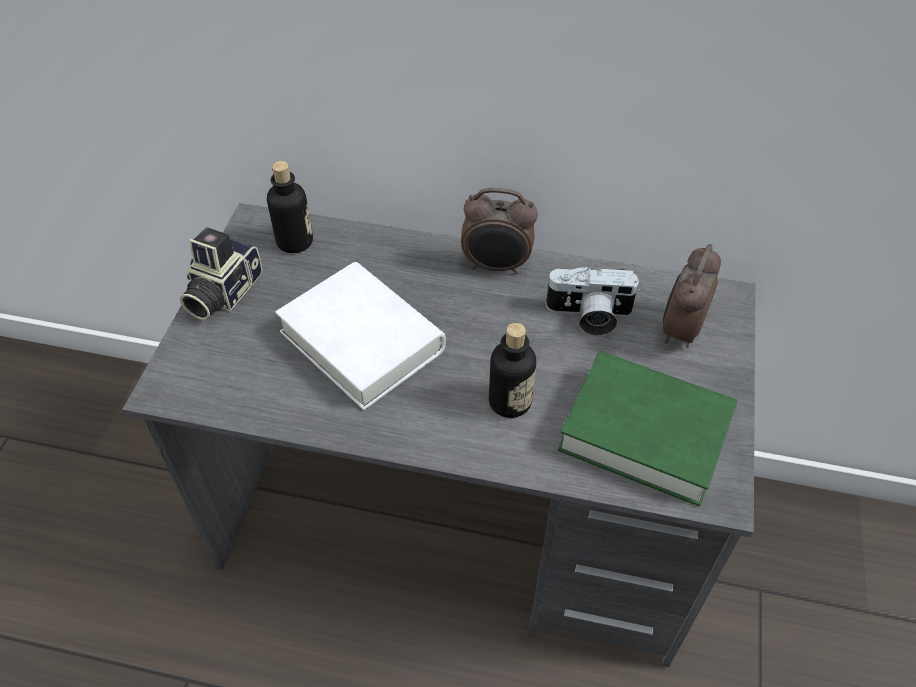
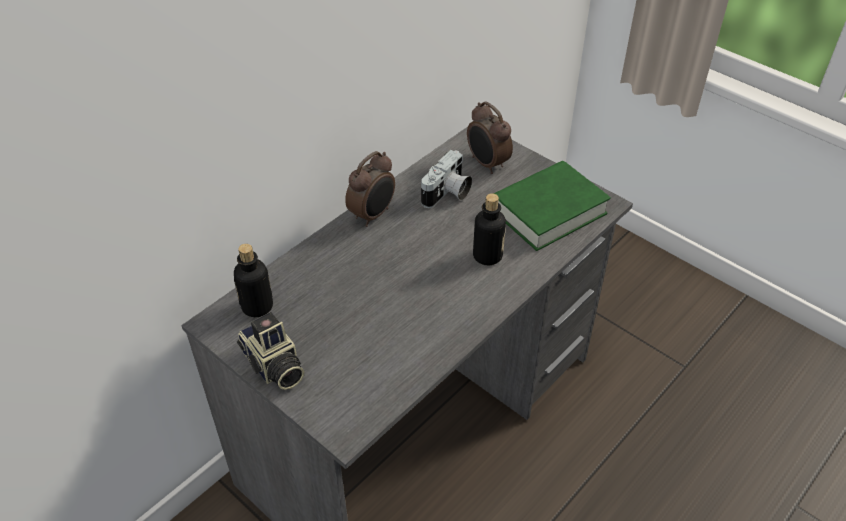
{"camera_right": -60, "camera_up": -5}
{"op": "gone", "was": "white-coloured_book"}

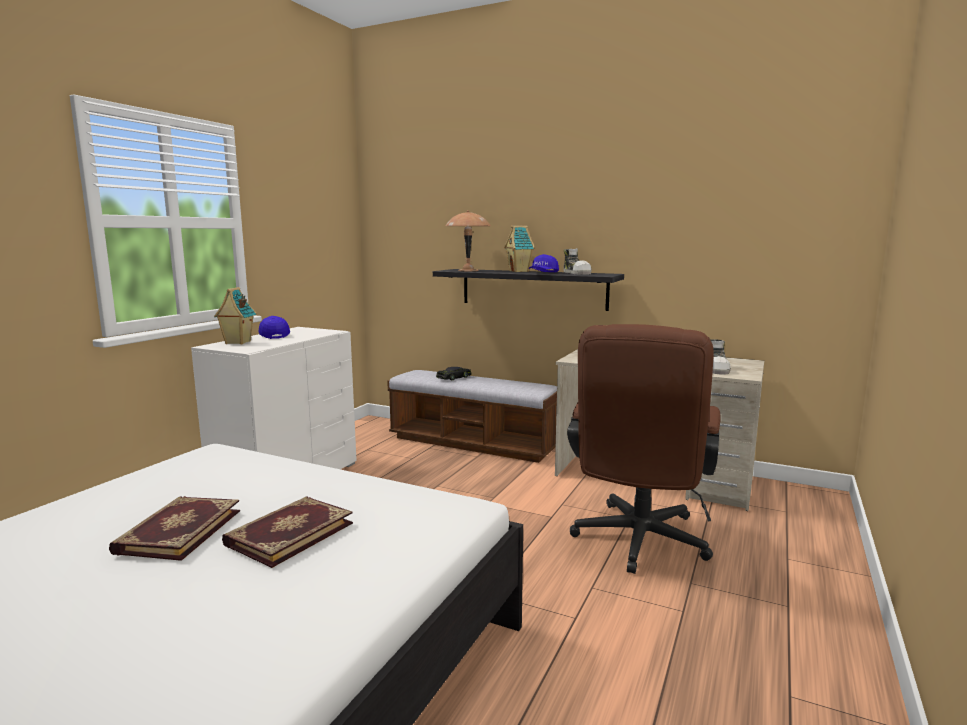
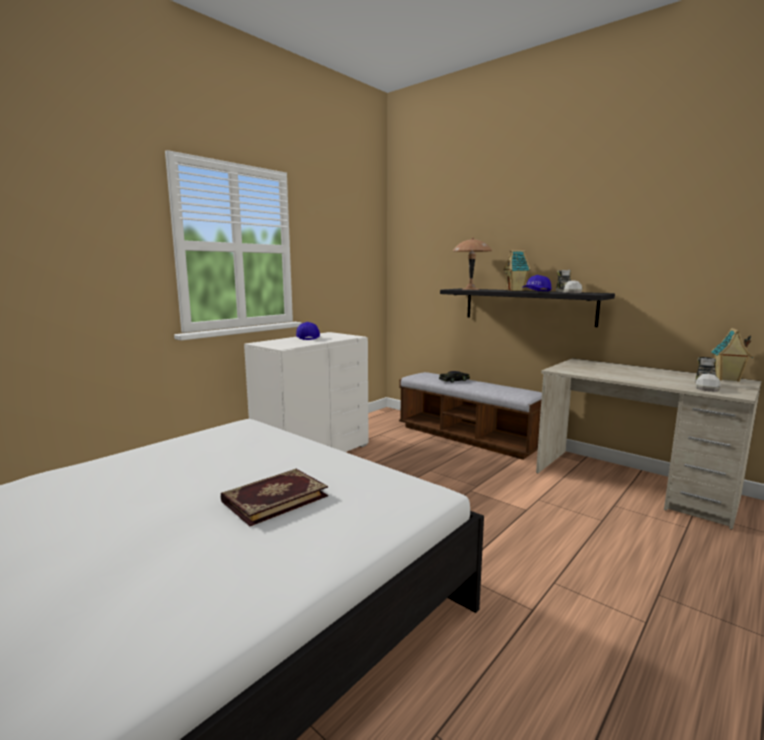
{"camera_right": 15, "camera_up": 0}
{"op": "gone", "was": "book (no. 1 from left)"}
{"op": "shifted", "was": "miniature_house (no. 1 from left in the first image)", "now": "miniature_house (no. 2 from left)"}
{"op": "gone", "was": "brownish_office_chair"}

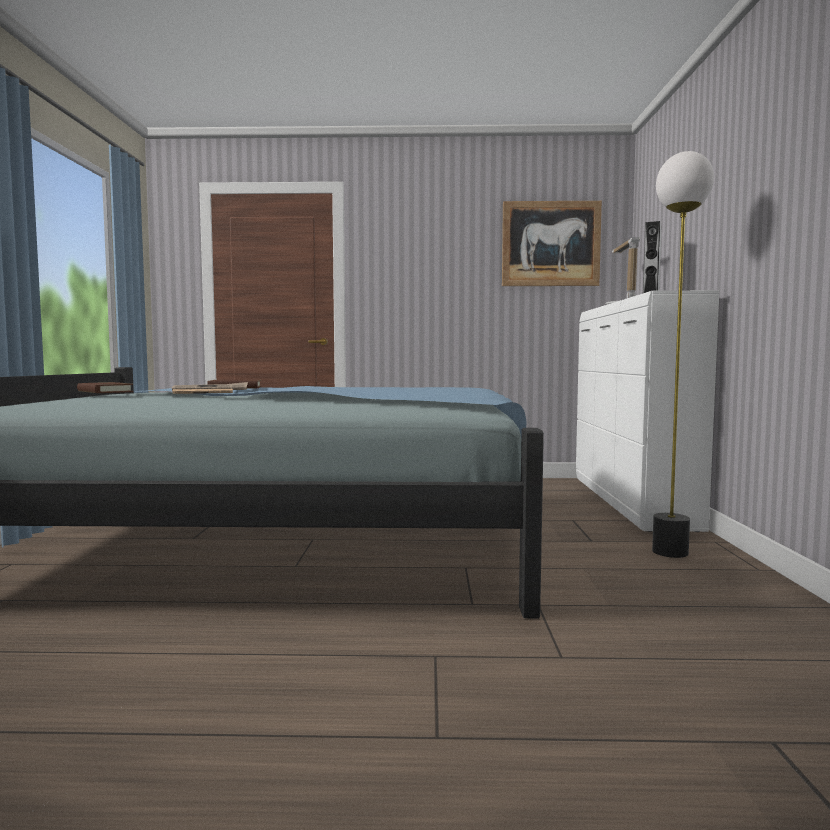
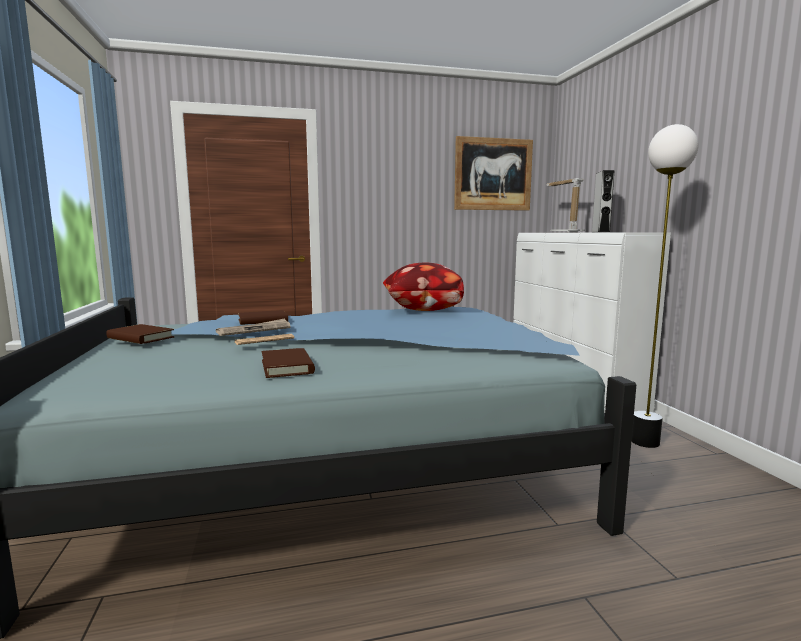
{"camera_right": -15, "camera_up": 5}
{"op": "new", "now": "brownish_book (no. 3 from left)"}
{"op": "new", "now": "cushion"}

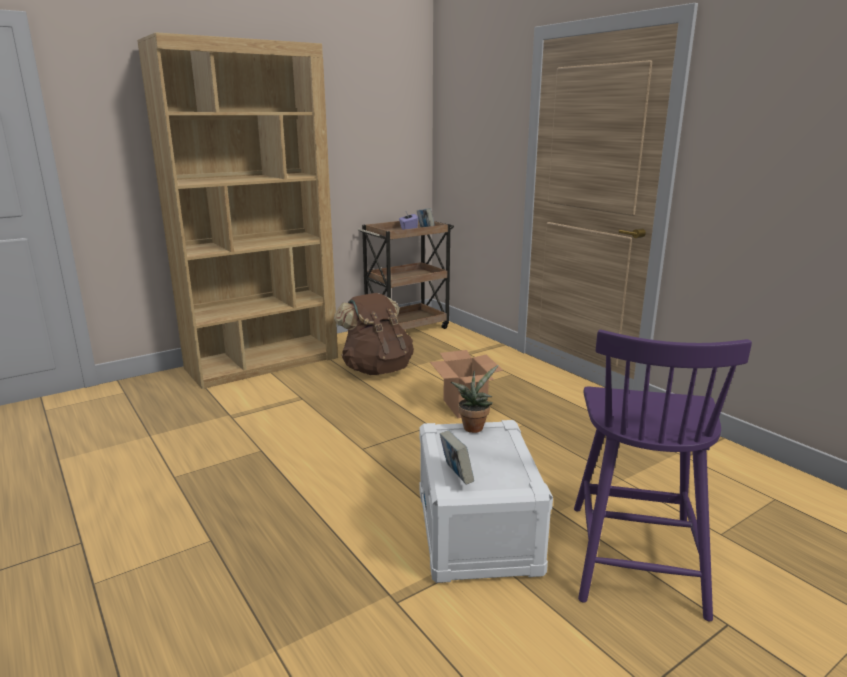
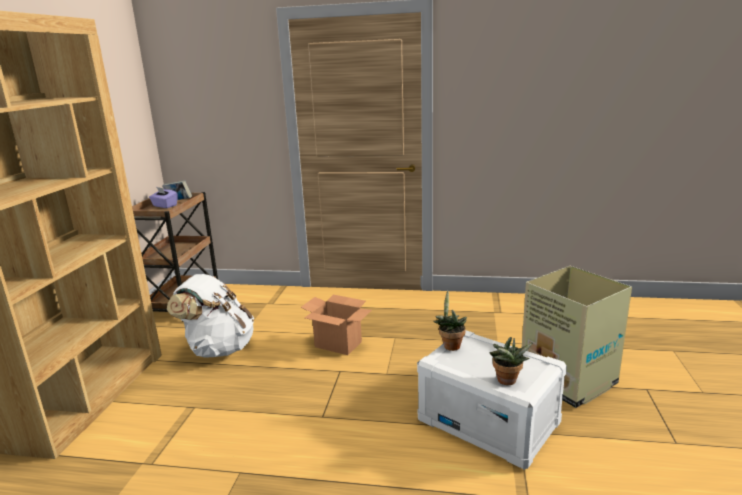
{"camera_right": -45, "camera_up": 0}
{"op": "repainted", "was": "brownish_backpack", "now": "white-coloured_backpack"}
{"op": "swapped", "was": "book (no. 2 from left)", "now": "plant_in_a_pot (no. 2 from left)"}
{"op": "swapped", "was": "purple_upright_chair", "now": "packing_box (no. 2 from left)"}

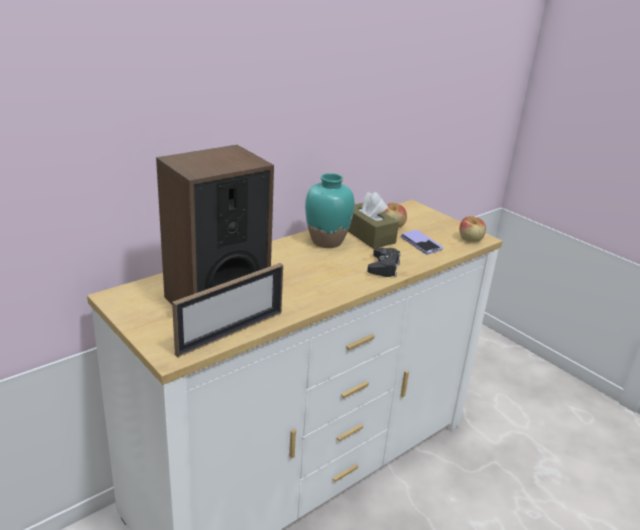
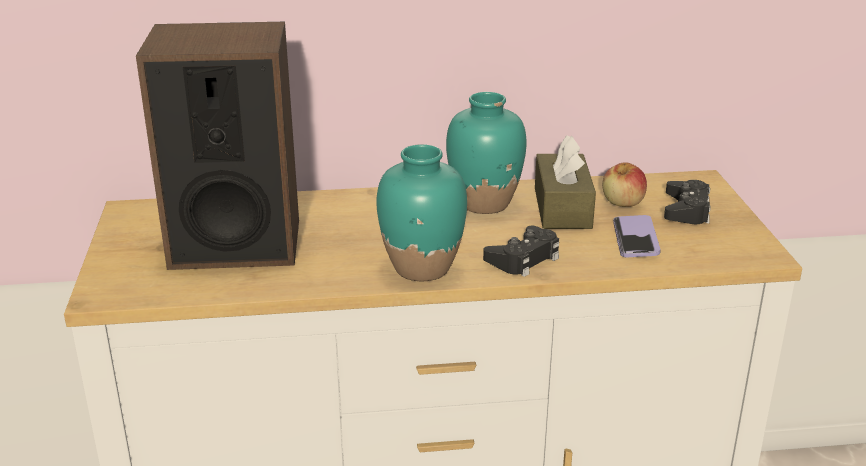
{"camera_right": 35, "camera_up": 0}
{"op": "gone", "was": "standing_frame"}
{"op": "gone", "was": "apple (no. 2 from left)"}
{"op": "new", "now": "turquoise_vase (no. 1 from left)"}
{"op": "new", "now": "black-coloured_game_controller (no. 2 from left)"}

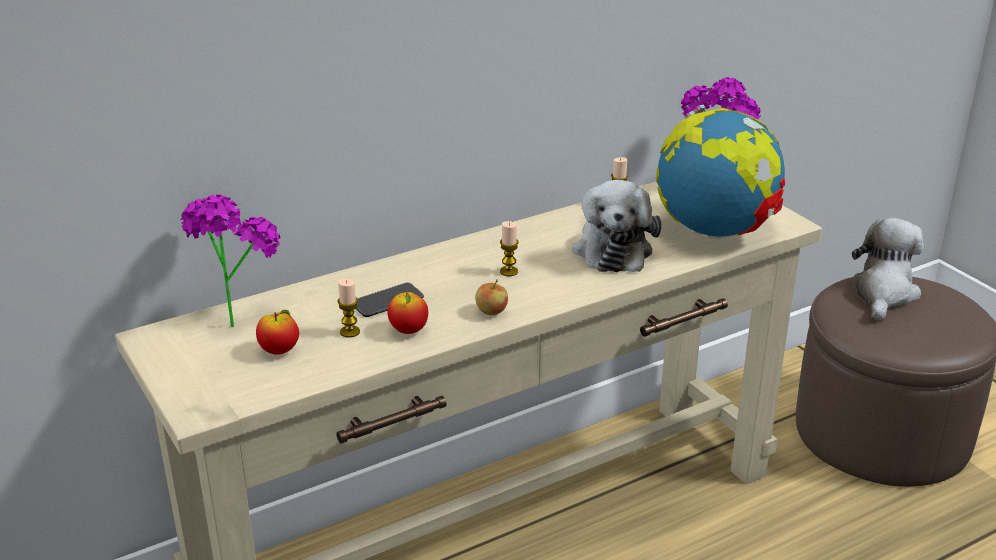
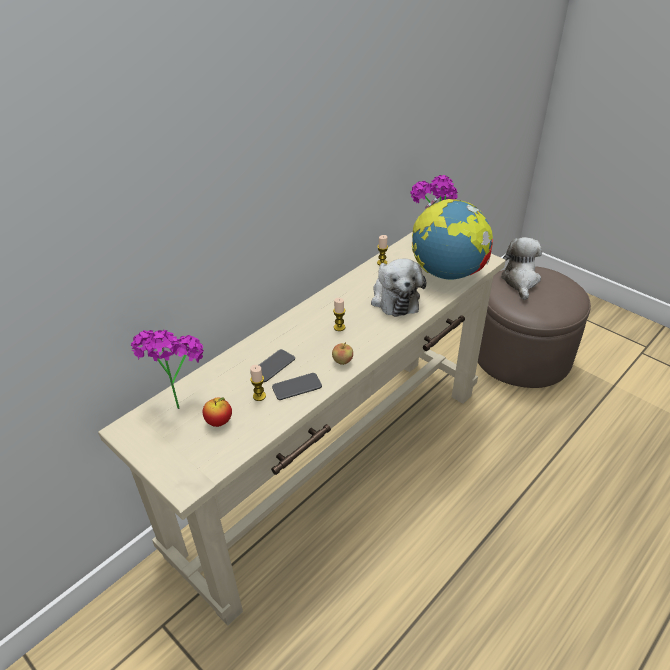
{"camera_right": -15, "camera_up": 10}
{"op": "swapped", "was": "apple (no. 2 from left)", "now": "phone (no. 2 from left)"}

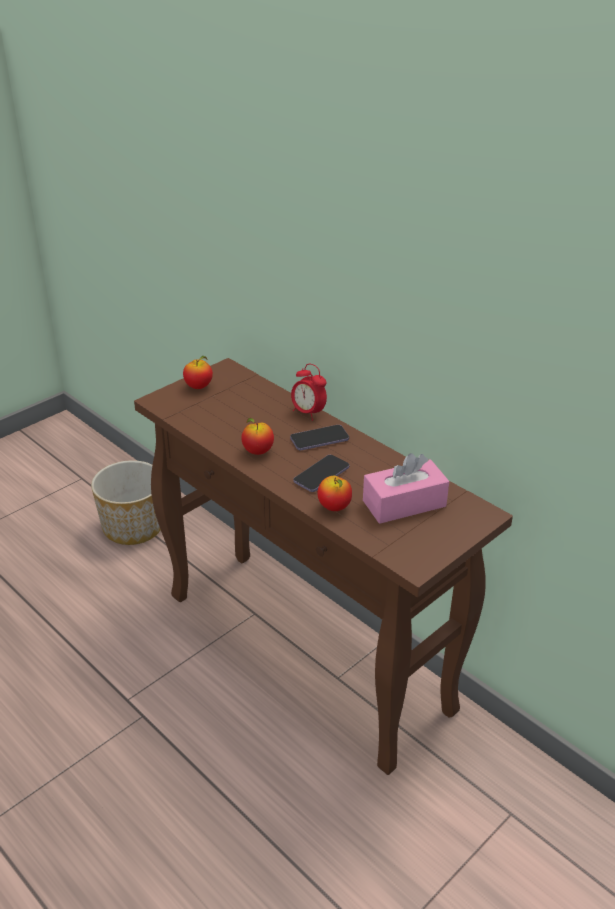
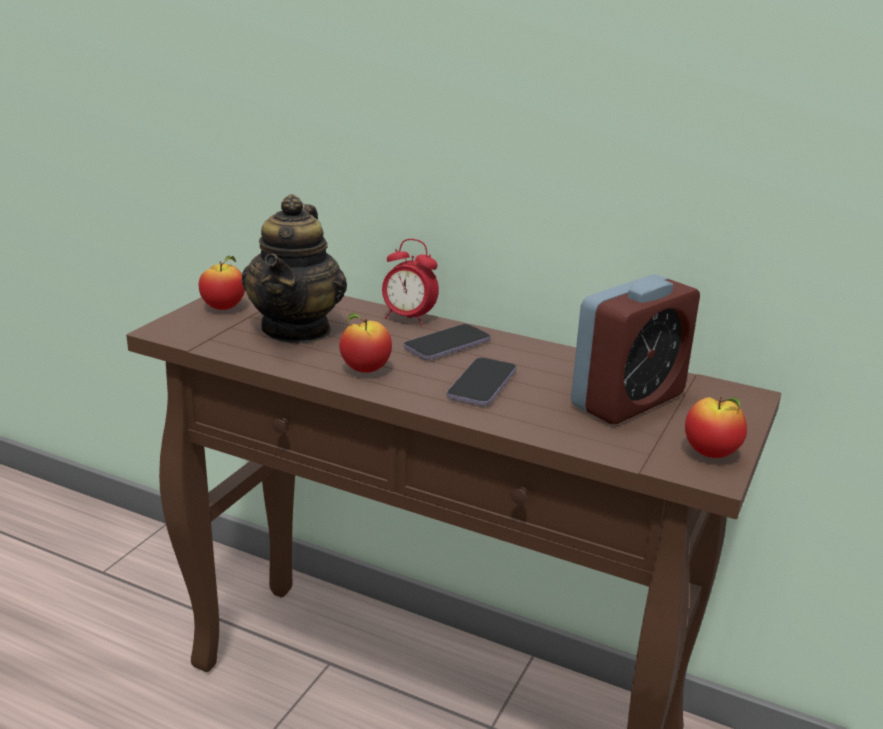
{"camera_right": -20, "camera_up": -10}
{"op": "gone", "was": "planter"}
{"op": "shifted", "was": "apple (no. 3 from left)"}
{"op": "swapped", "was": "pinkish_box_of_tissues", "now": "bedside_clock (no. 2 from left)"}
{"op": "new", "now": "teapot"}

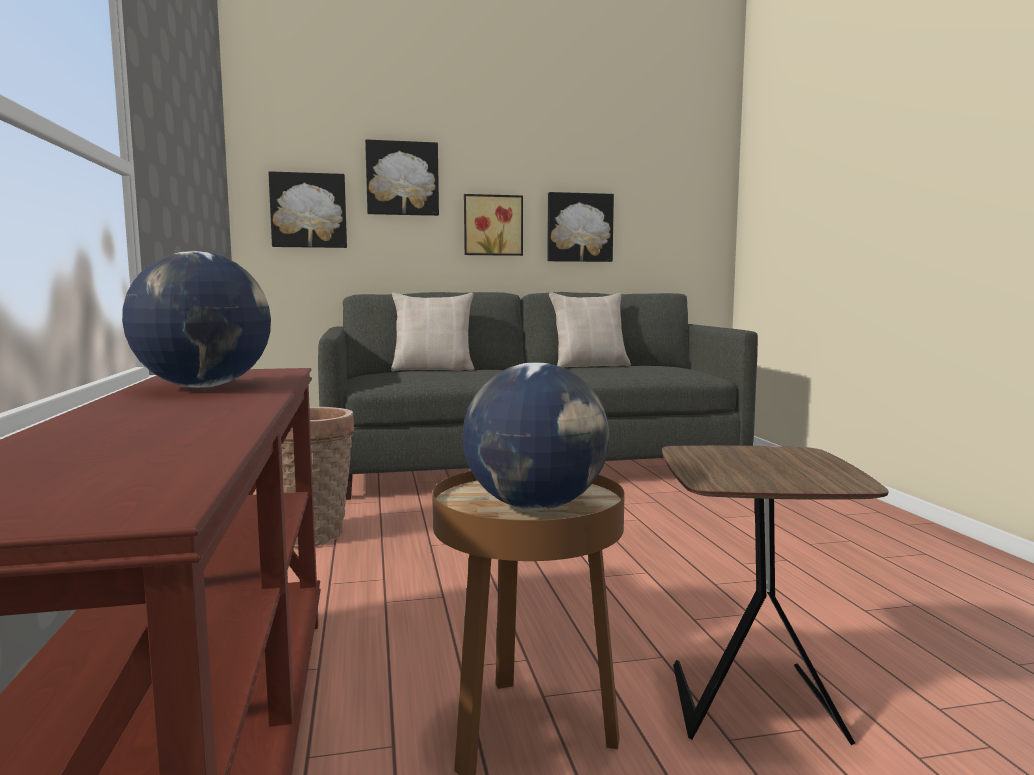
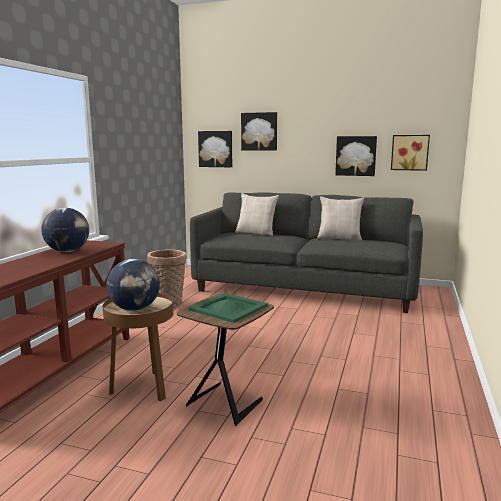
{"camera_right": 30, "camera_up": 5}
{"op": "shifted", "was": "wall_picture (no. 3 from left in the first image)", "now": "wall_picture (no. 4 from left)"}
{"op": "new", "now": "greenish_tray"}

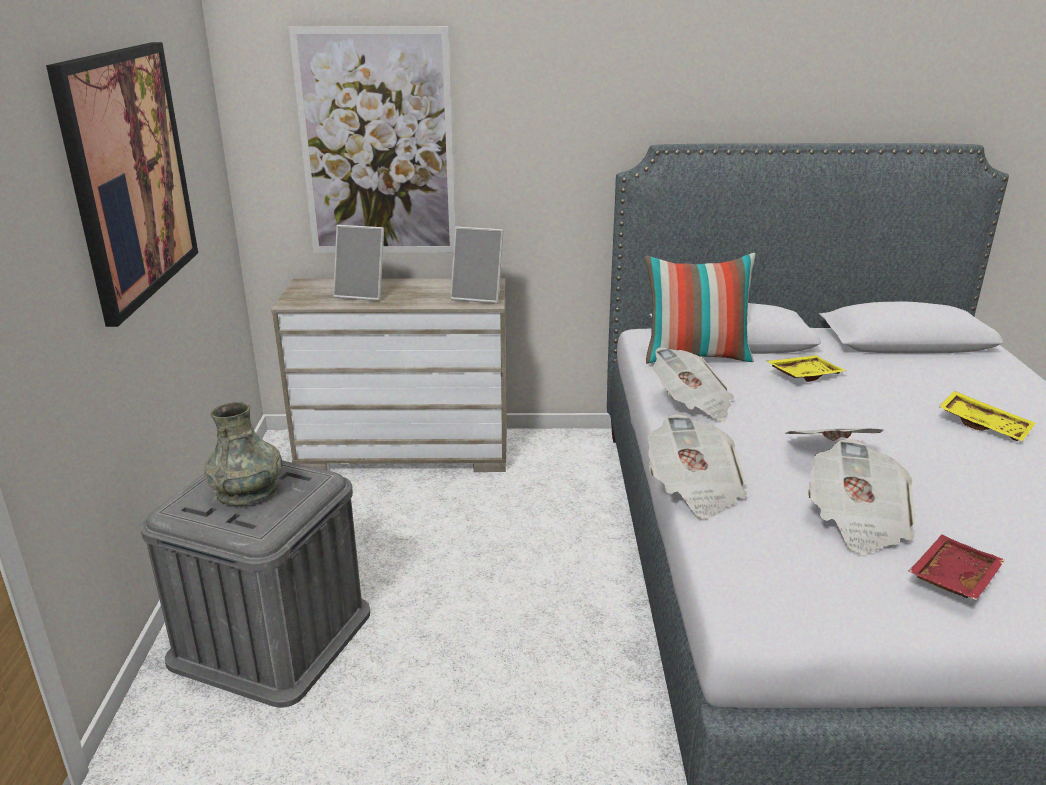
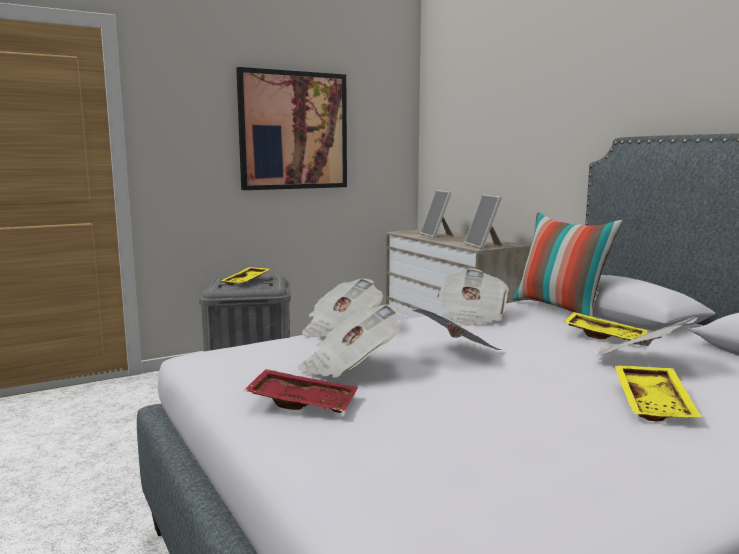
{"camera_right": 60, "camera_up": -15}
{"op": "swapped", "was": "greyish_vase", "now": "yellow-coloured_tray (no. 1 from left)"}
{"op": "gone", "was": "wall_picture (no. 2 from left)"}
{"op": "new", "now": "printed_paper (no. 5 from left)"}

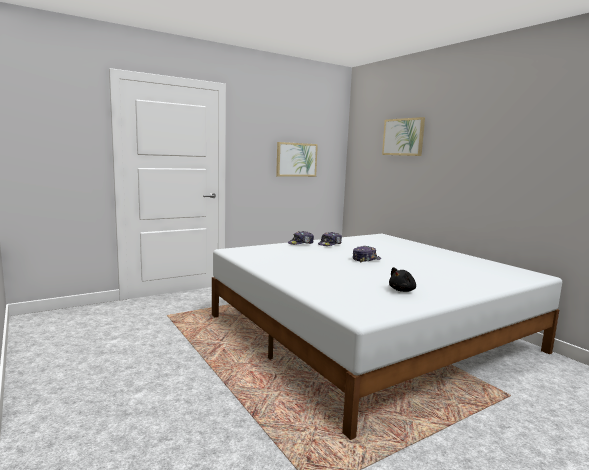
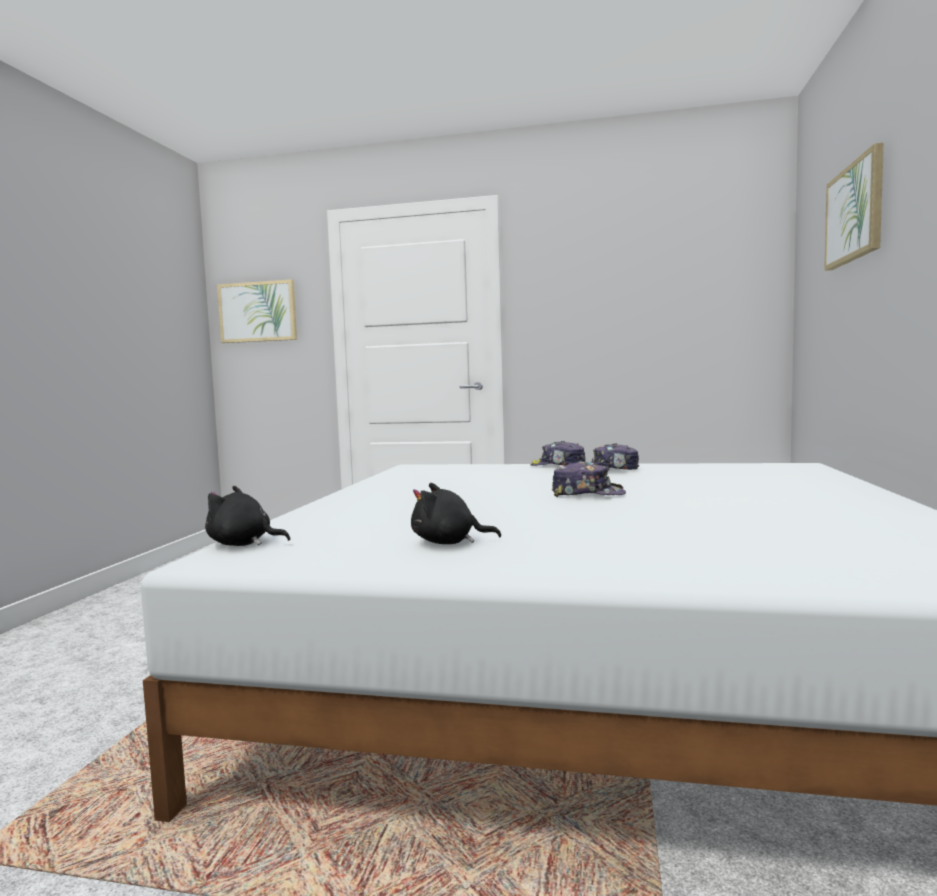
{"camera_right": 45, "camera_up": -5}
{"op": "shifted", "was": "wall_picture (no. 1 from left)"}
{"op": "new", "now": "black-coloured_plush_toy (no. 1 from left)"}

